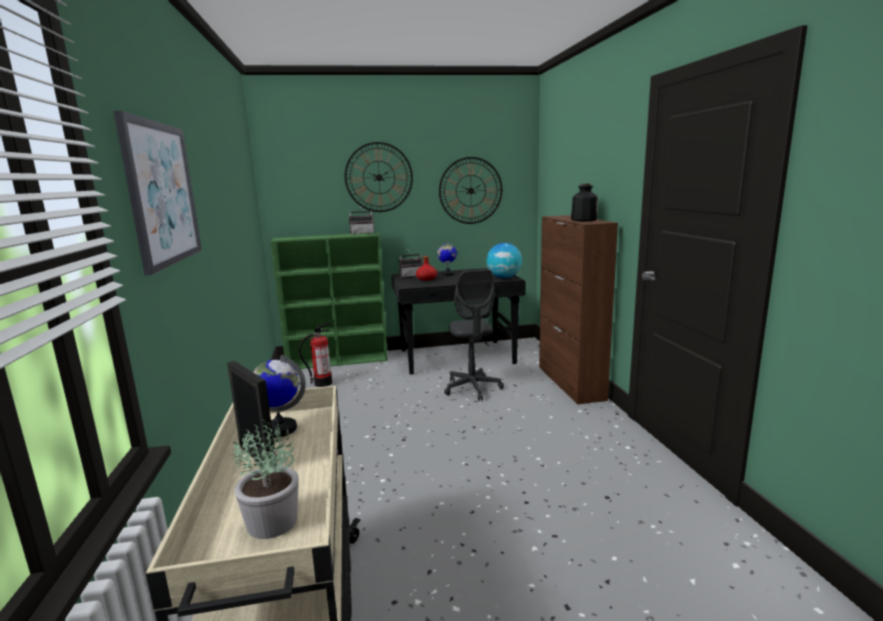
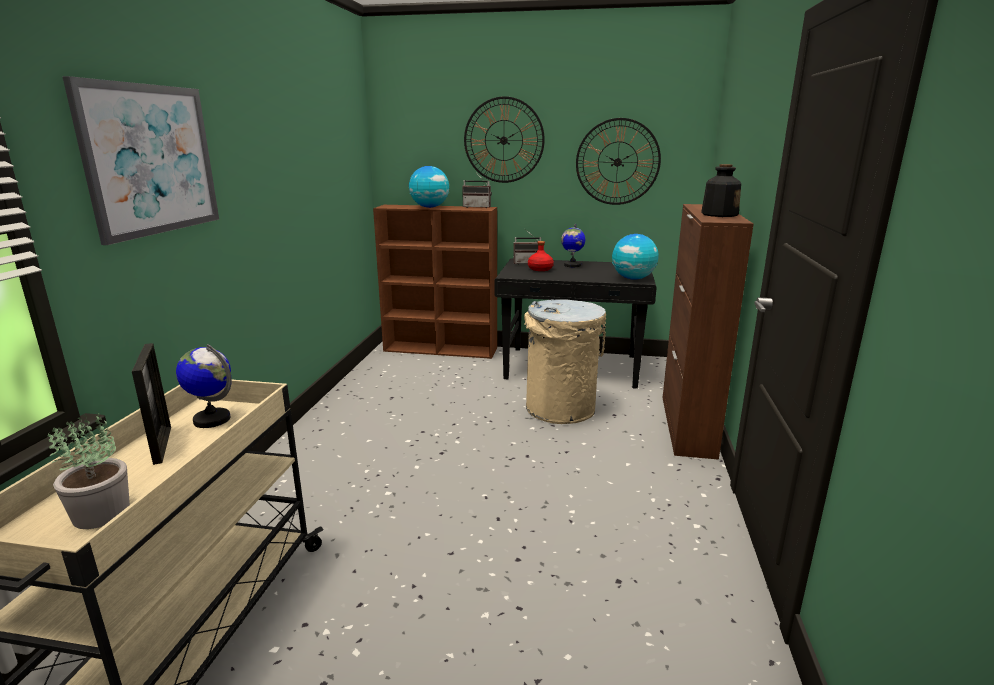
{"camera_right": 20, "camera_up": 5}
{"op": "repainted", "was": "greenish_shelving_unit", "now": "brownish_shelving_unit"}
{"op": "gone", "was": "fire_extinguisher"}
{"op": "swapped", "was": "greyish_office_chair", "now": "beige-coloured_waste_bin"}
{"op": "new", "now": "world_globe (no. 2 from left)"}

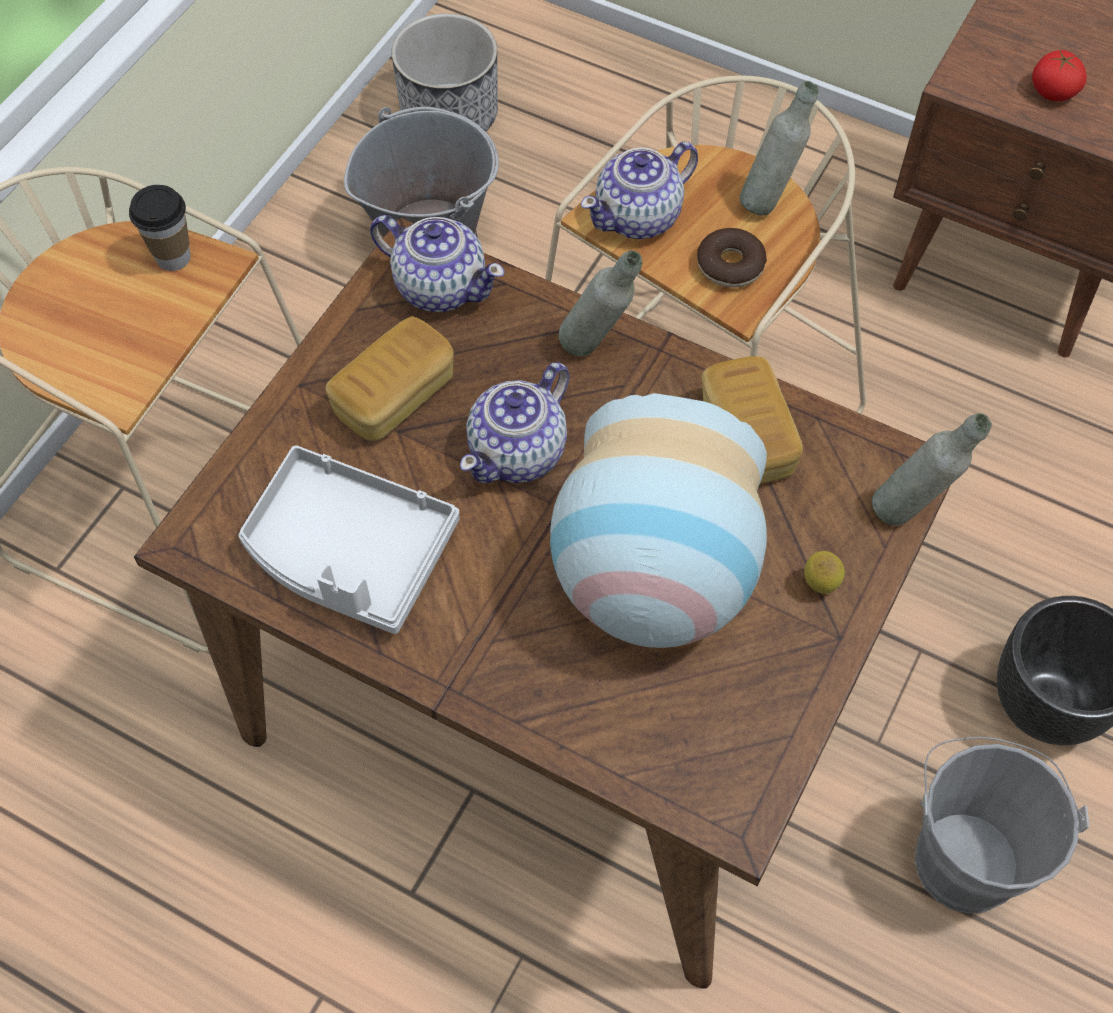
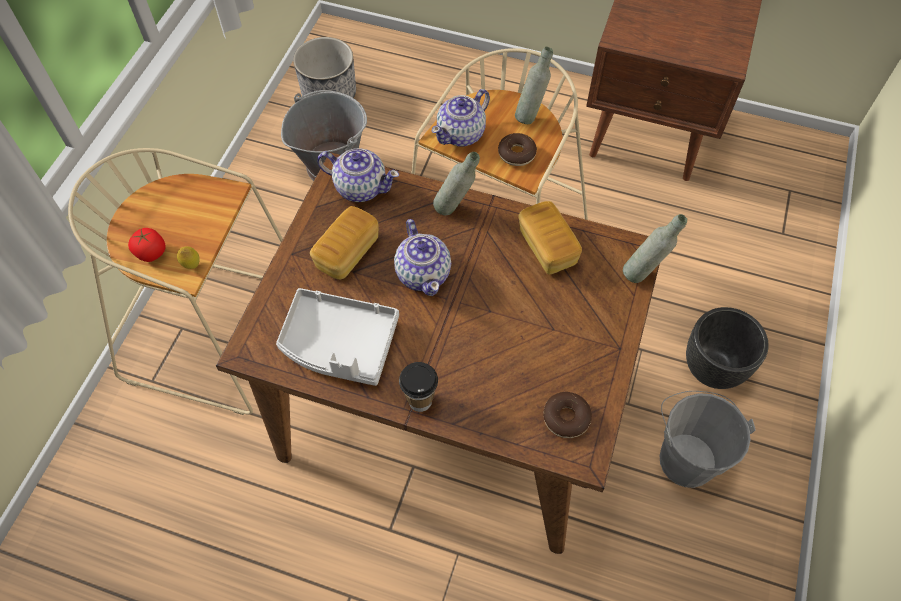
{"camera_right": -10, "camera_up": 0}
{"op": "shifted", "was": "cup"}
{"op": "rotated", "was": "teapot (no. 2 from left)", "clockwise": -45}
{"op": "gone", "was": "vase"}
{"op": "shifted", "was": "whole_lemon"}
{"op": "shifted", "was": "whole_tomato"}
{"op": "new", "now": "doughnut (no. 2 from left)"}

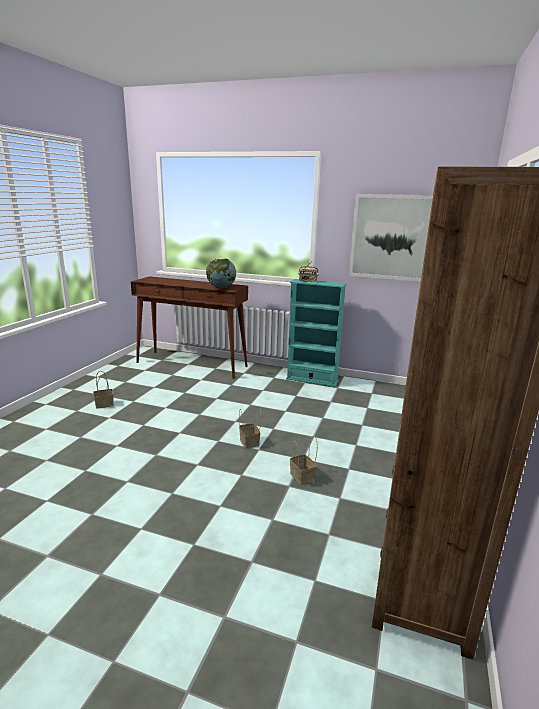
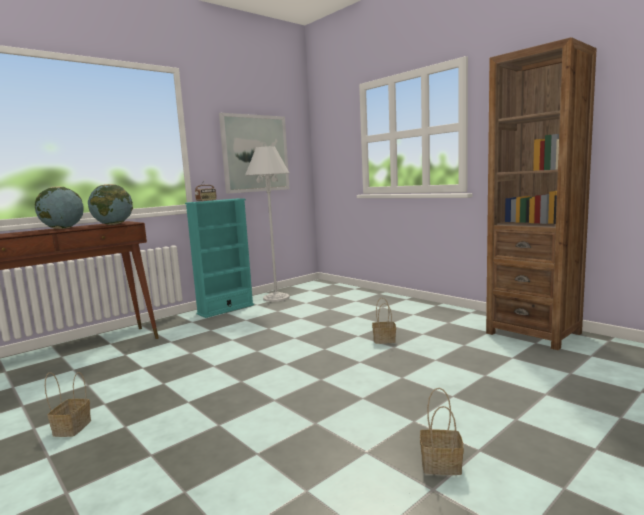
{"camera_right": -60, "camera_up": -10}
{"op": "shifted", "was": "household_basket (no. 2 from left in the first image)", "now": "household_basket (no. 3 from left)"}
{"op": "new", "now": "world_globe (no. 1 from left)"}
{"op": "new", "now": "white-coloured_standing_lamp"}

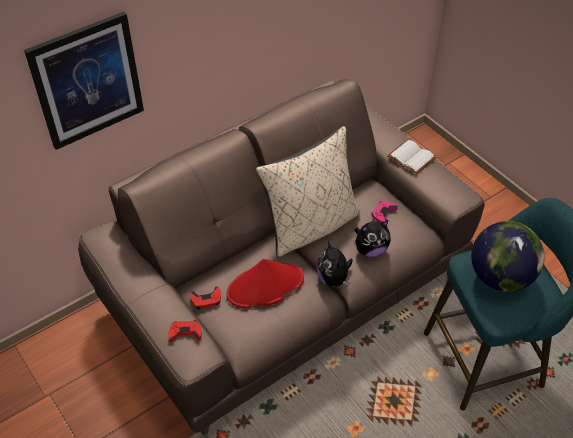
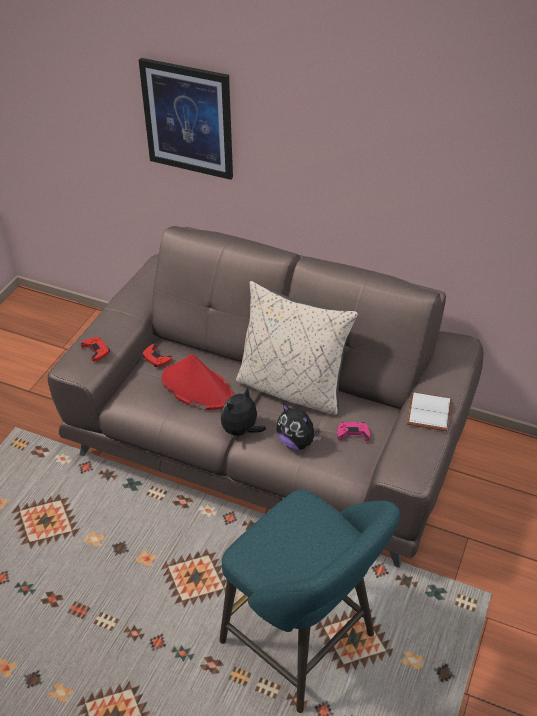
{"camera_right": 60, "camera_up": -5}
{"op": "gone", "was": "world_globe"}

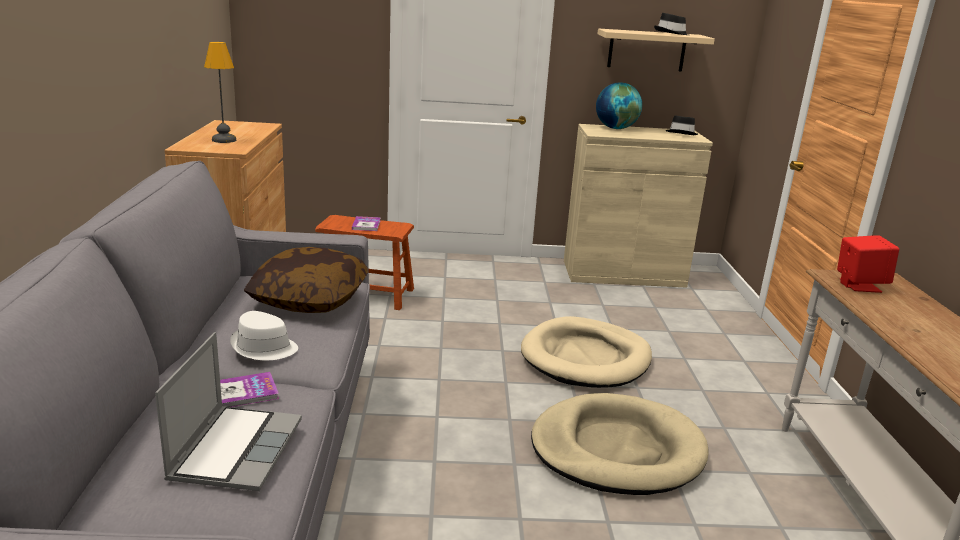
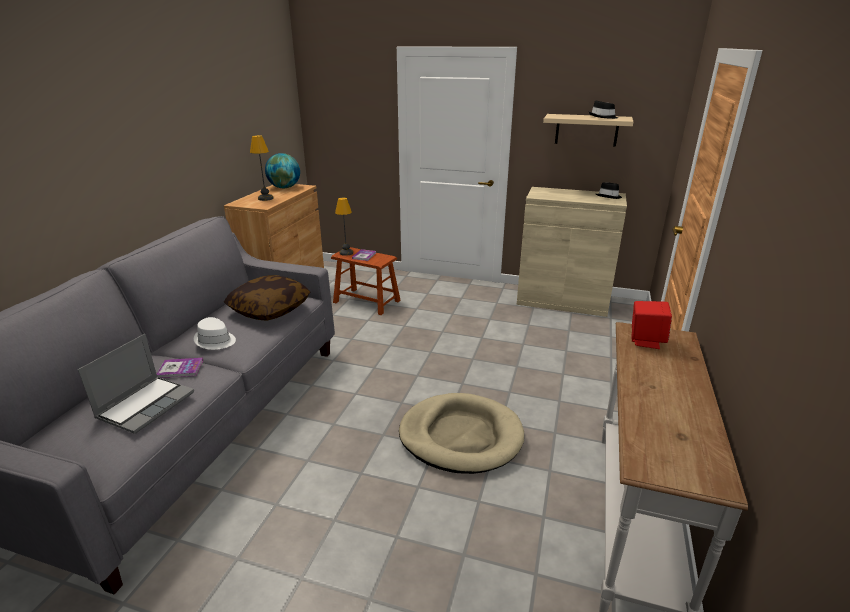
{"camera_right": 20, "camera_up": 5}
{"op": "gone", "was": "beige-coloured_dog_cushion (no. 1 from left)"}
{"op": "shifted", "was": "world_globe"}
{"op": "new", "now": "table_lamp (no. 2 from left)"}

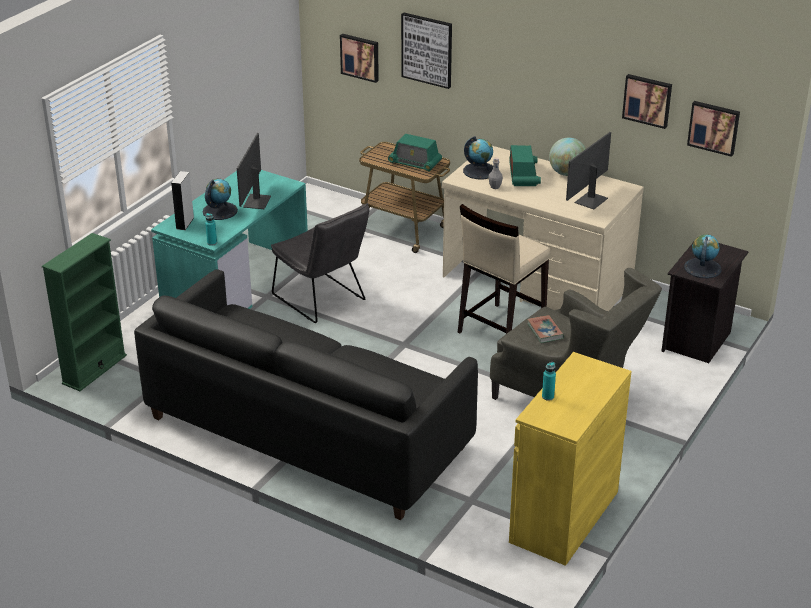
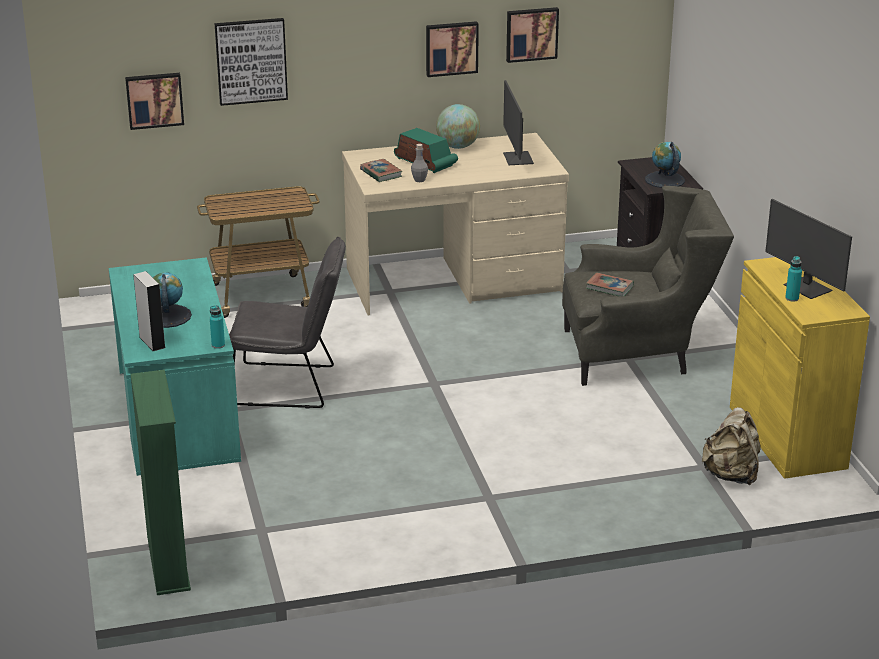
{"camera_right": -45, "camera_up": -5}
{"op": "gone", "was": "black-coloured_sofa"}
{"op": "shifted", "was": "computer_display (no. 1 from left in the first image)", "now": "computer_display (no. 2 from left)"}
{"op": "gone", "was": "radio_set (no. 1 from left)"}
{"op": "gone", "was": "beige-coloured_sitting_stool"}
{"op": "swapped", "was": "world_globe (no. 2 from left)", "now": "book (no. 1 from left)"}
{"op": "shifted", "was": "wall_picture (no. 4 from left in the first image)", "now": "wall_picture (no. 3 from left)"}
{"op": "new", "now": "beige-coloured_backpack"}

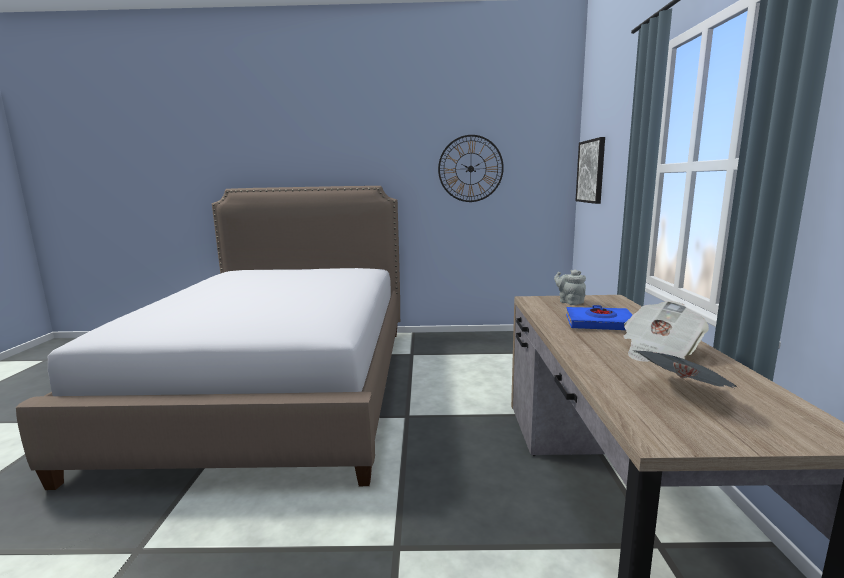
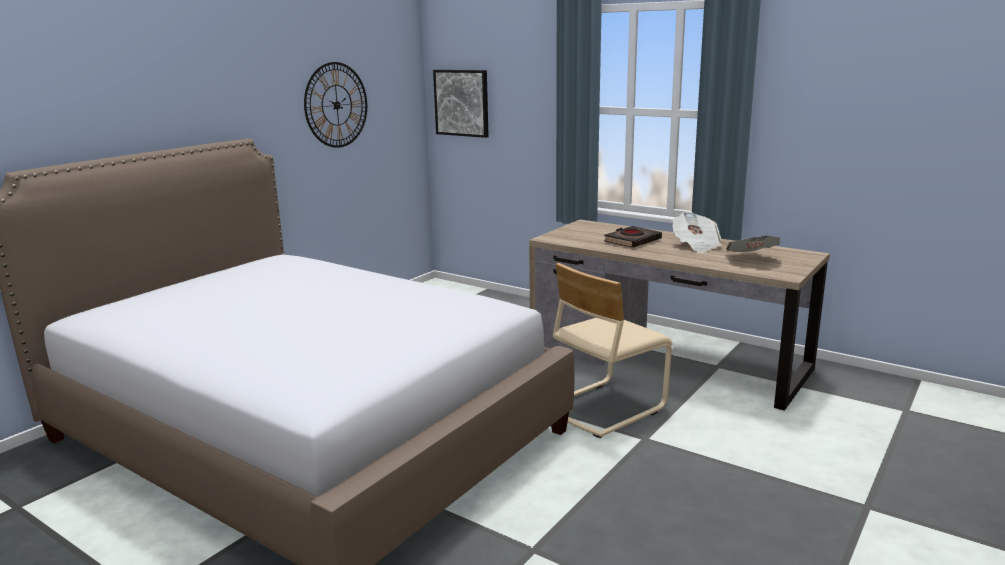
{"camera_right": -55, "camera_up": 5}
{"op": "gone", "was": "greyish_teapot"}
{"op": "repainted", "was": "bluish_book", "now": "black-coloured_book"}
{"op": "new", "now": "beige-coloured_upright_chair"}

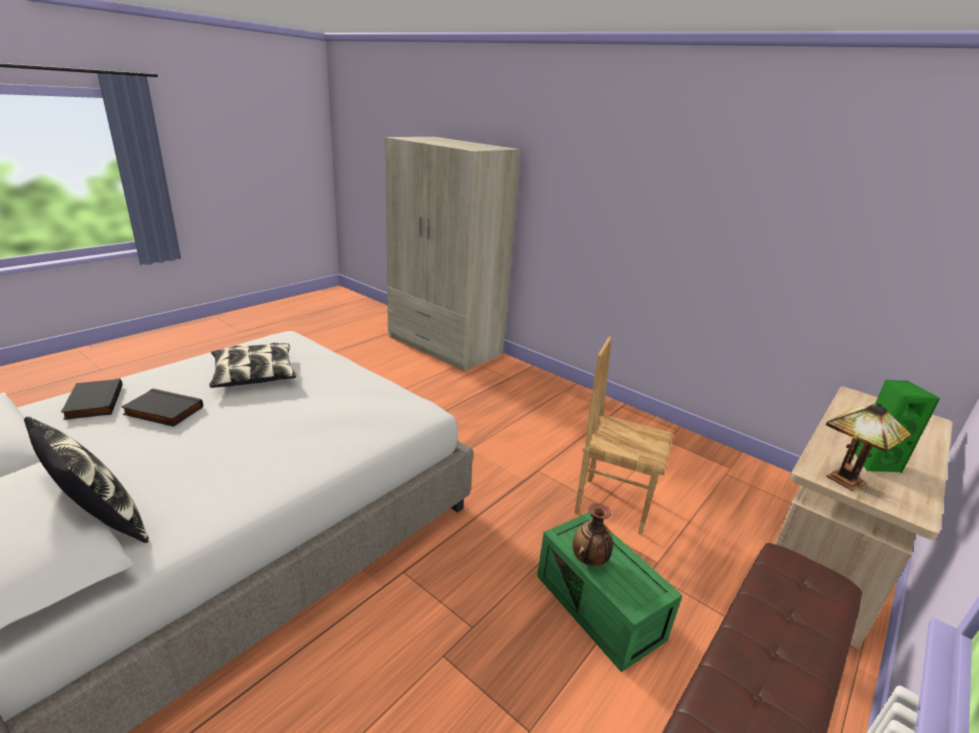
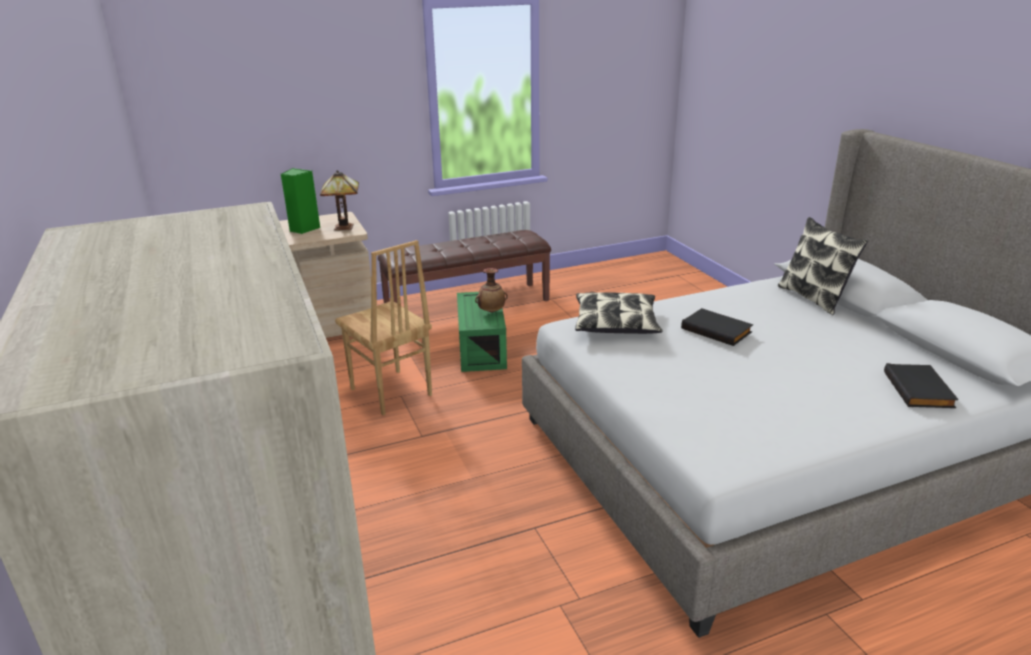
{"camera_right": -150, "camera_up": 0}
{"op": "shifted", "was": "black-coloured_book (no. 2 from left in the first image)", "now": "black-coloured_book (no. 1 from left)"}
{"op": "shifted", "was": "cushion (no. 2 from left in the first image)", "now": "cushion (no. 1 from left)"}

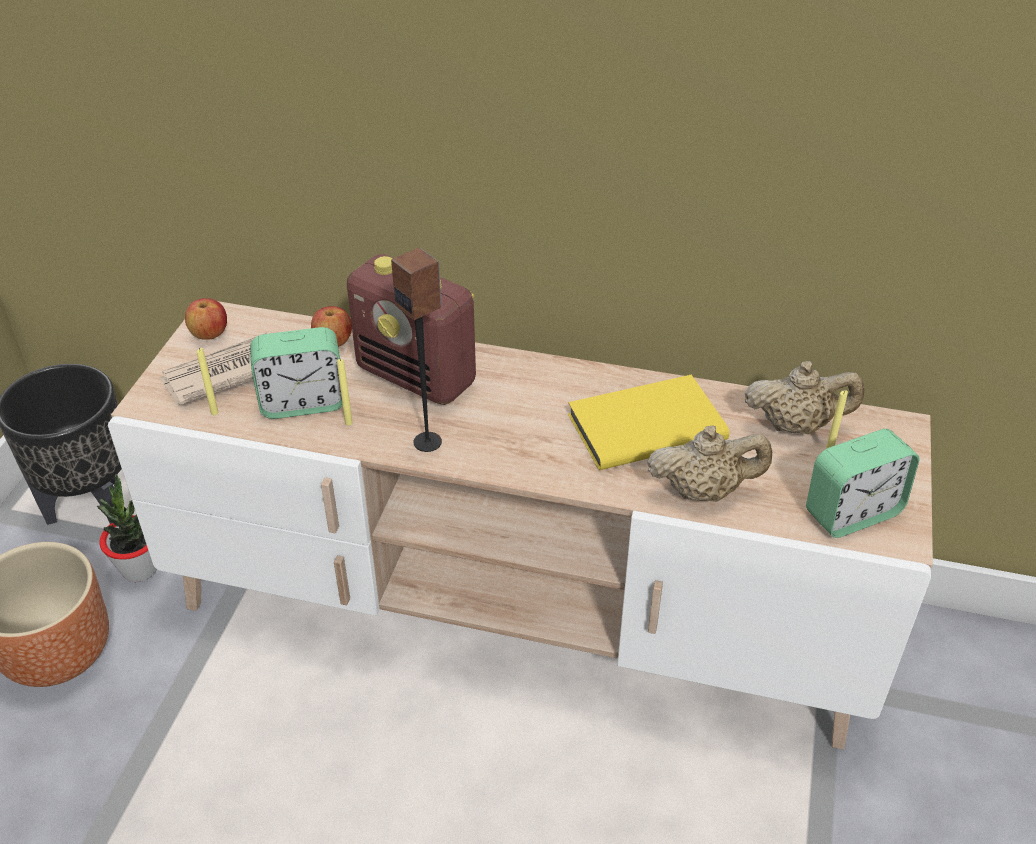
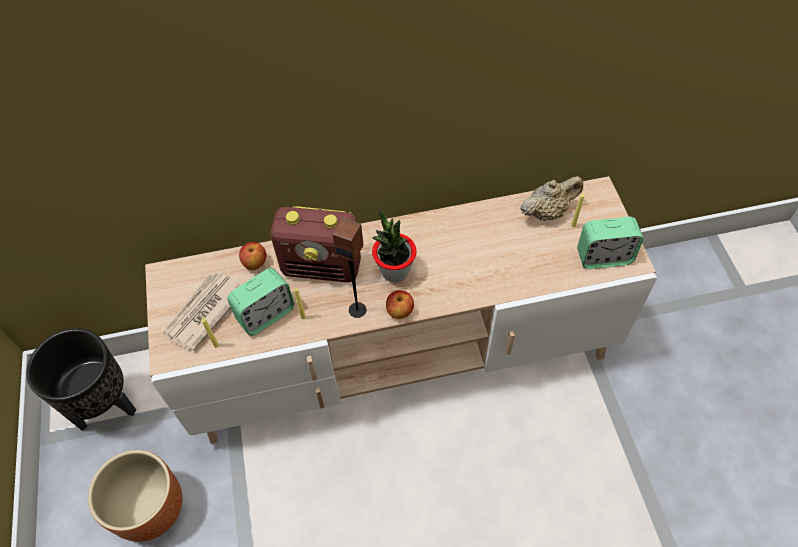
{"camera_right": -25, "camera_up": 15}
{"op": "shifted", "was": "plant_in_a_pot"}
{"op": "shifted", "was": "apple (no. 1 from left in the first image)", "now": "apple (no. 2 from left)"}
{"op": "gone", "was": "yellow-coloured_book"}
{"op": "gone", "was": "beige-coloured_teapot (no. 1 from left)"}
{"op": "rotated", "was": "bedside_clock (no. 2 from left)", "clockwise": 45}

